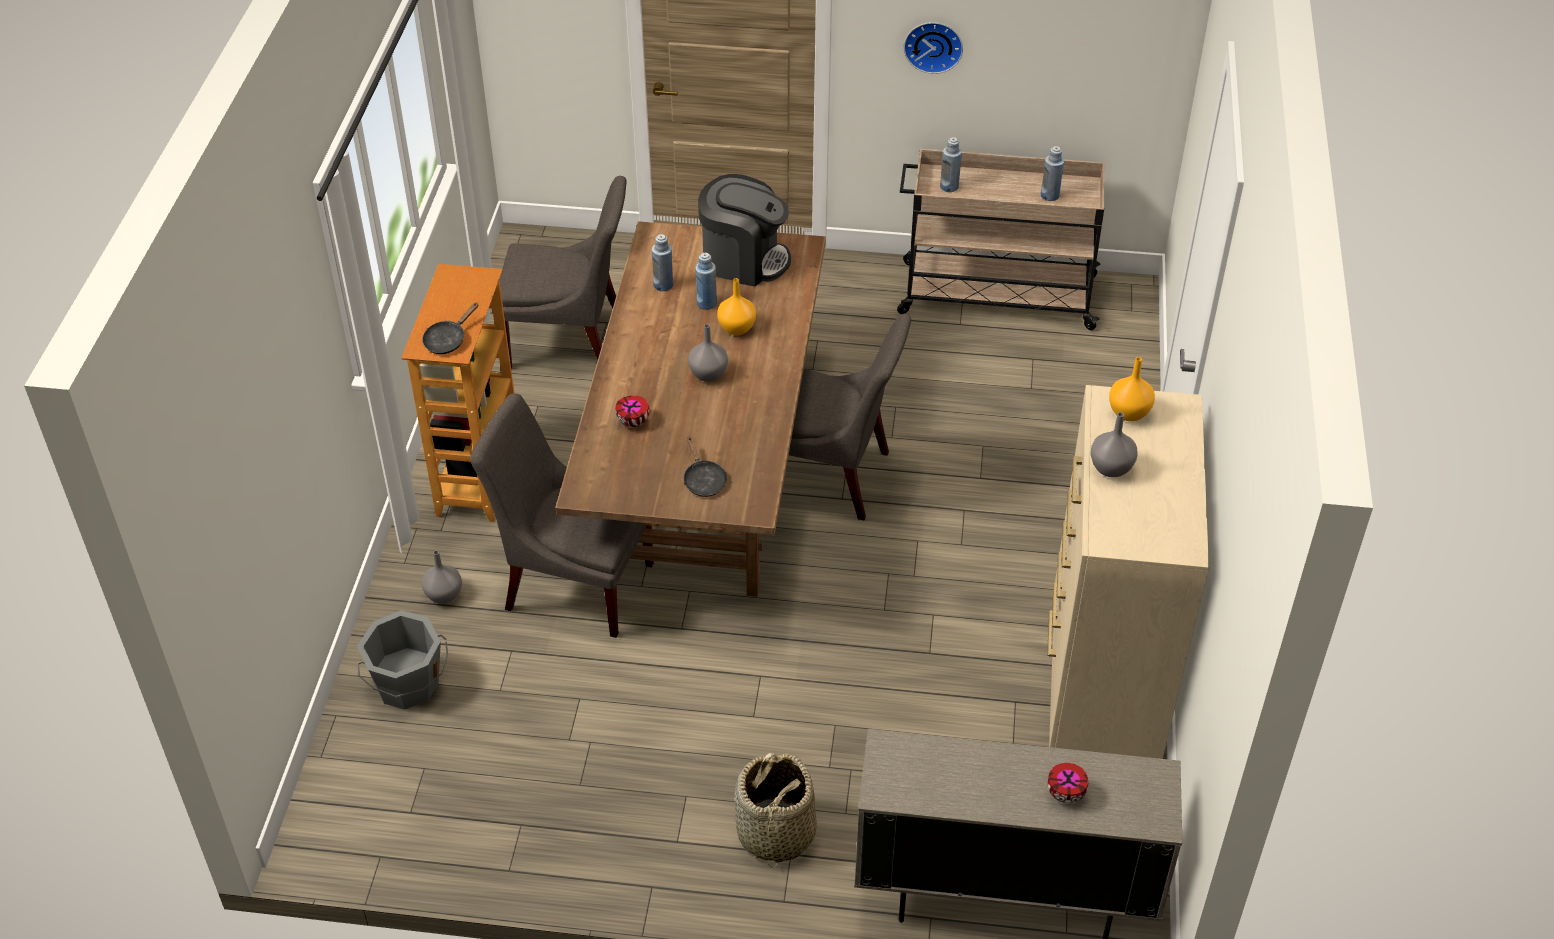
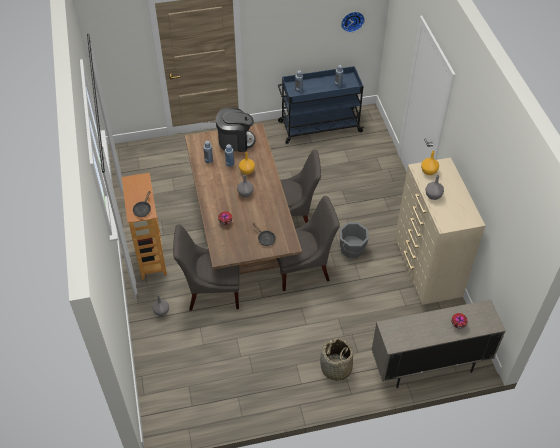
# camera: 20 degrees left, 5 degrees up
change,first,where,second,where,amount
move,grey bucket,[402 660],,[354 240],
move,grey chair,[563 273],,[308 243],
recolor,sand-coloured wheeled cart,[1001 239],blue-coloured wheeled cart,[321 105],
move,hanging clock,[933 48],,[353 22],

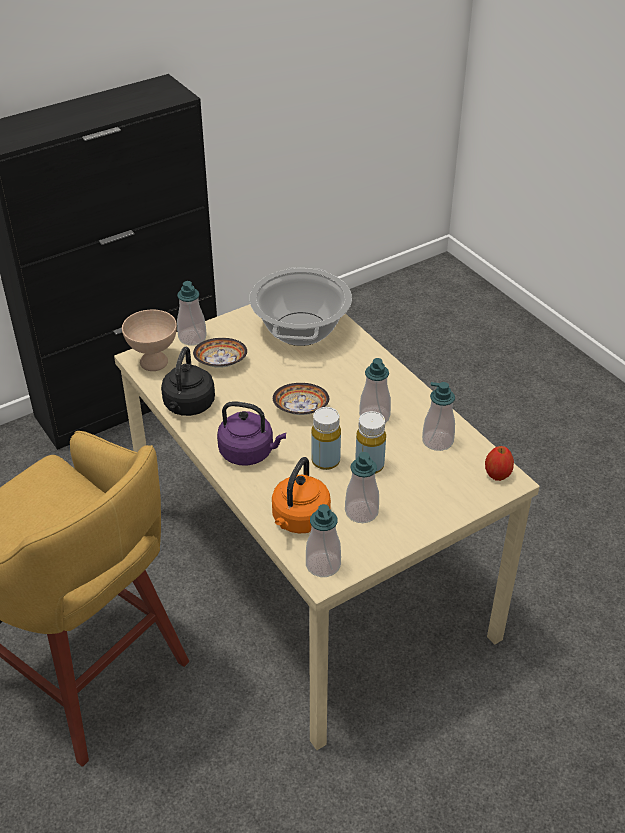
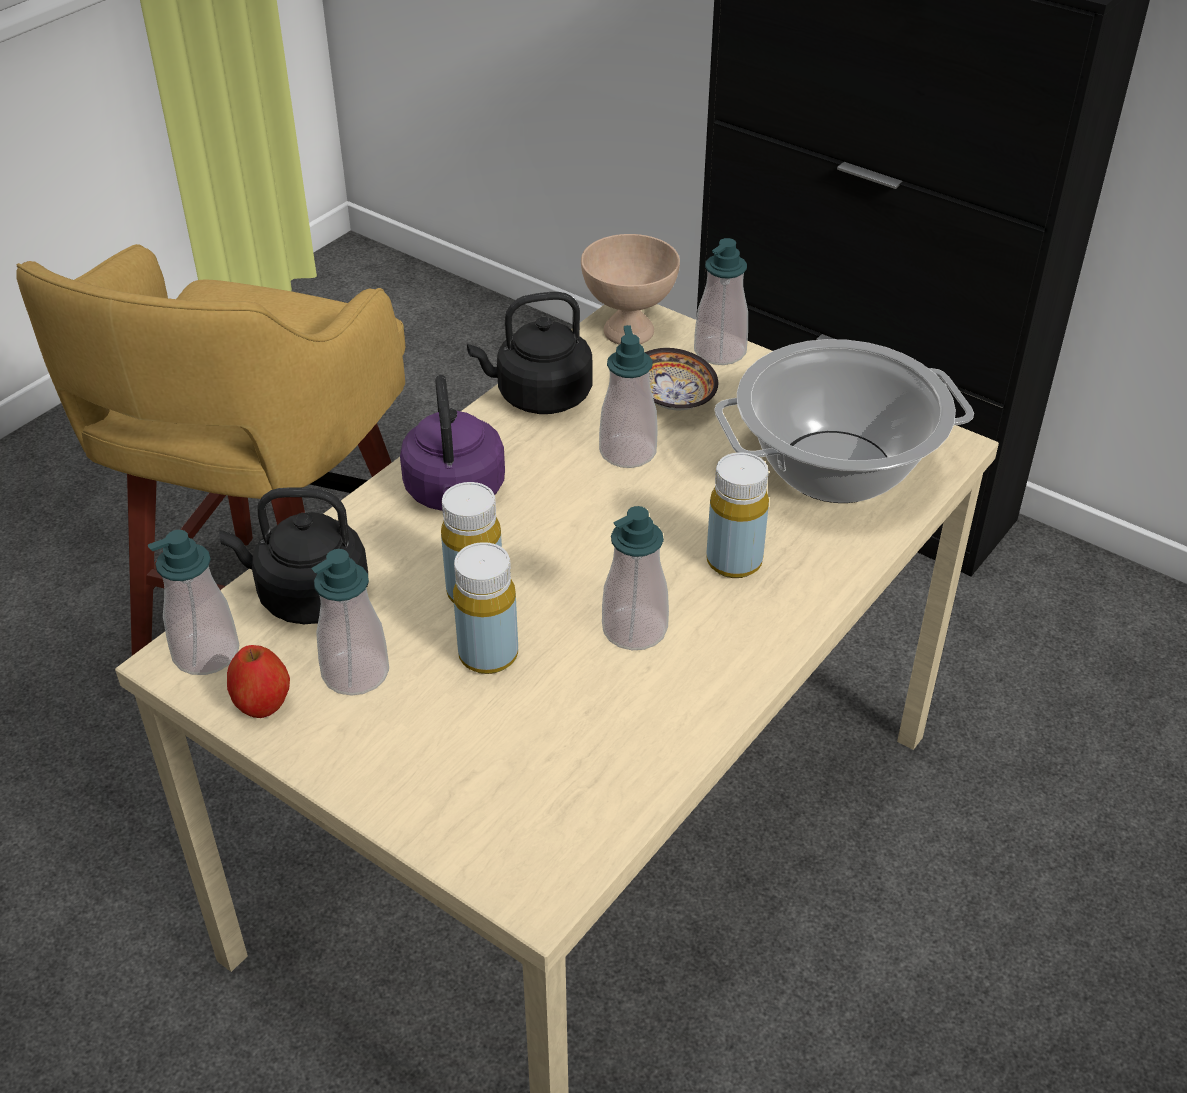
# camera: 70 degrees right, 0 degrees up
change,first,where,second,where,amount
delete,deep dish,[300 399],,,
recolor,orange kettle,[301 495],black-coloured kettle,[293 555],
move,soap dispenser,[438 416],,[628 396],
move,whole apple,[499 463],,[258 681],
insert,,,yellow-coloured beverage bottle,[737 515],

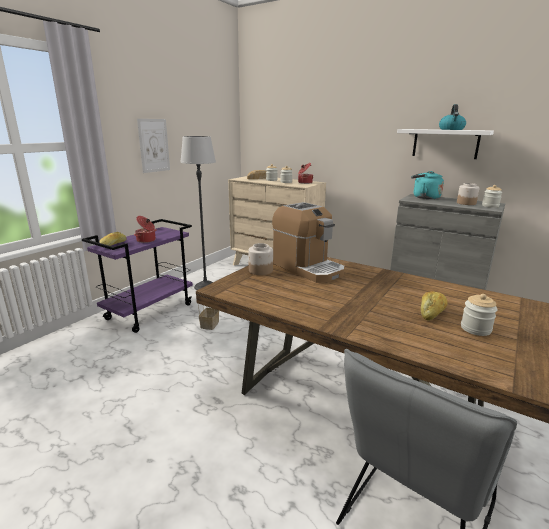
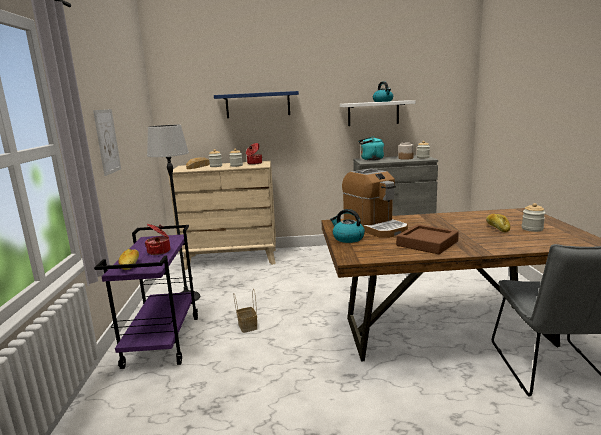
# camera: 35 degrees left, 5 degrees down
change,first,where,second,where,amount
replace,storage jar,[260 259],kettle,[347 226],
rotate,coffee brewer,[308 242],,[375 203],45 degrees clockwise
insert,,,blue-coloured shelf,[256 104],
insert,,,brownish serving tray,[427 239],

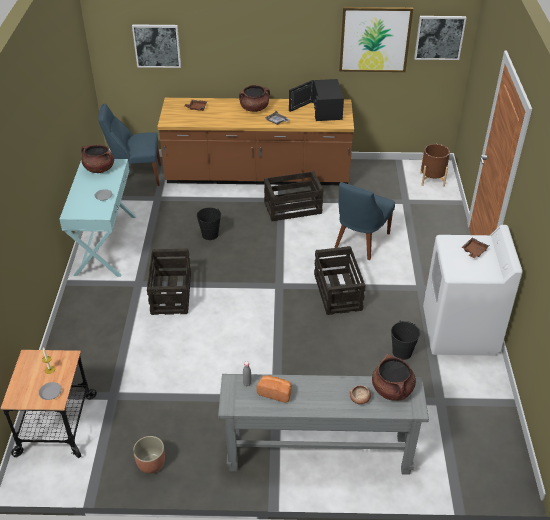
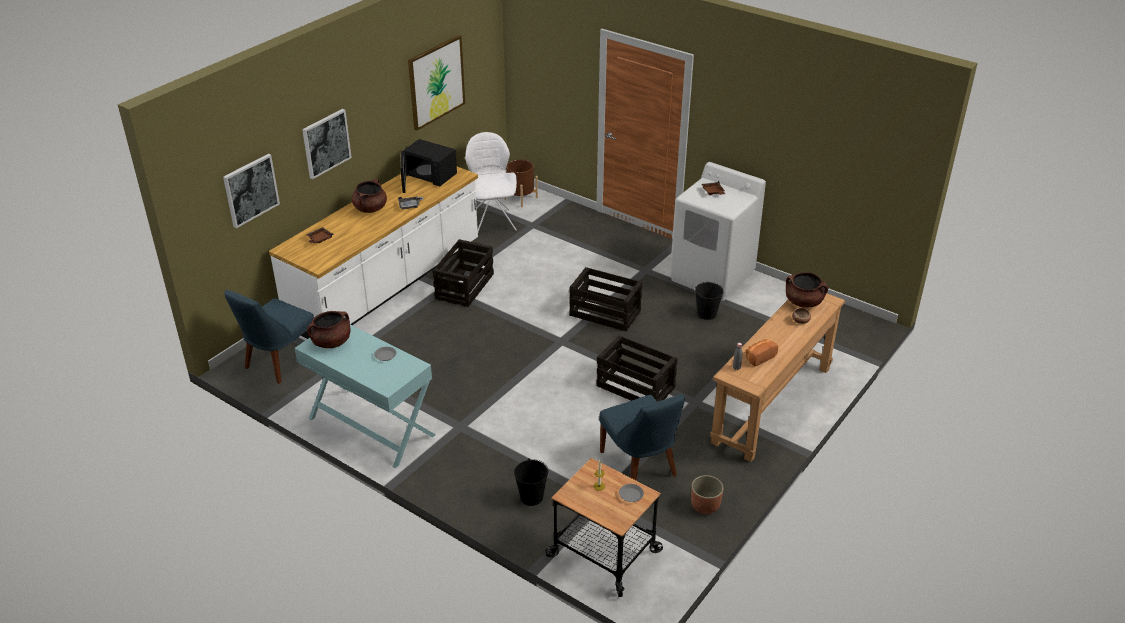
# camera: 55 degrees left, 5 degrees down
change,first,where,second,where,amount
move,packing crate,[169 281],,[637 368],
recolor,brownish counter,[255 141],white counter,[373 253],
move,black-coloured bucket,[209 223],,[531 482],
recolor,grey narrow table,[323 424],brownish narrow table,[777 377],
move,blue-coloured chair,[364 221],,[642 437],
move,wall picture,[440 38],,[327 144],
insert,,,white chair,[491 182],

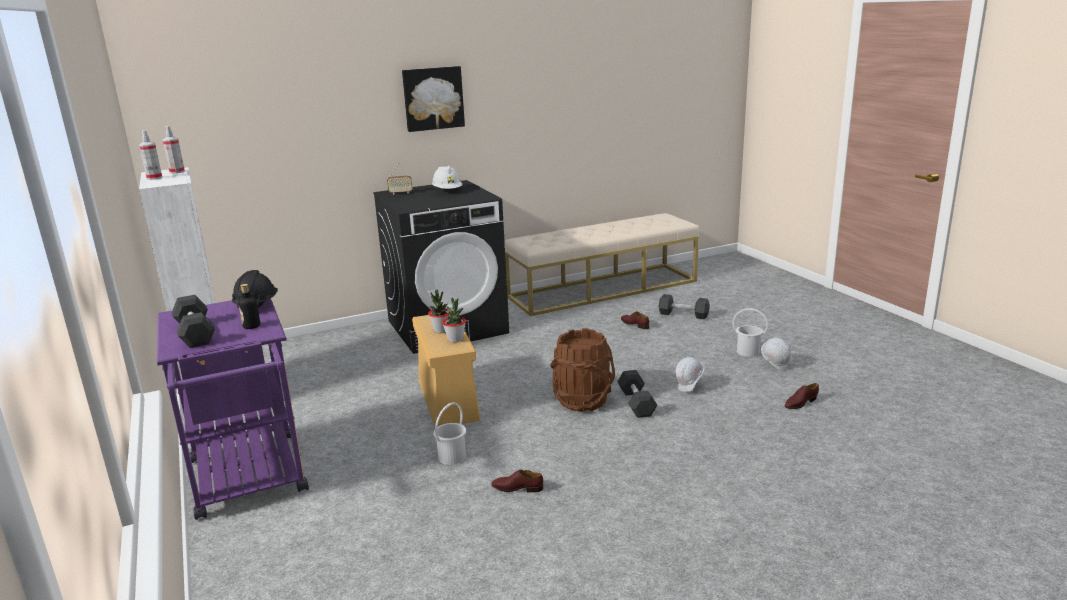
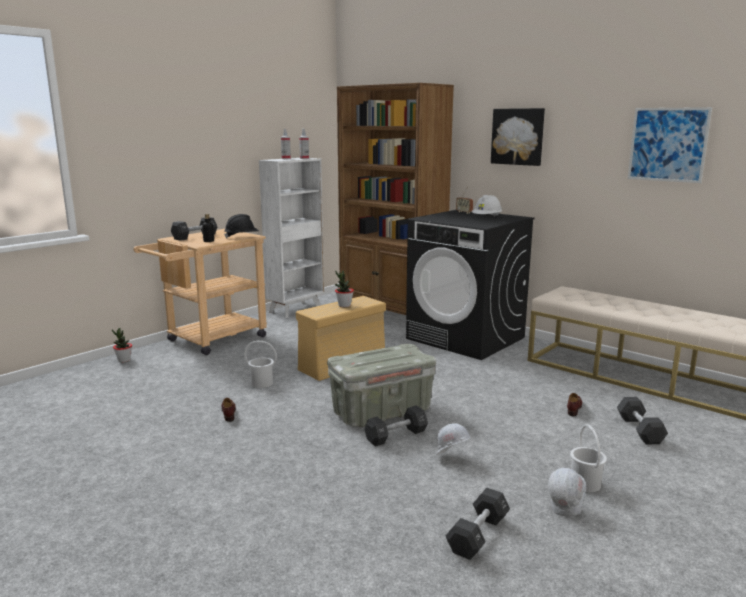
# camera: 65 degrees right, 5 degrees down
change,first,where,second,where,amount
recolor,purple wheeled cart,[233 409],sand-coloured wheeled cart,[200 292],
move,potted plant,[454 320],,[122 345],
replace,brownish bucket,[582 369],grey storage bin,[381 385],
replace,brownish item of footwear,[802 396],black-coloured free weight,[478 523],
insert,,,brownish shelving unit,[395 199],
insert,,,wall picture,[670 145],

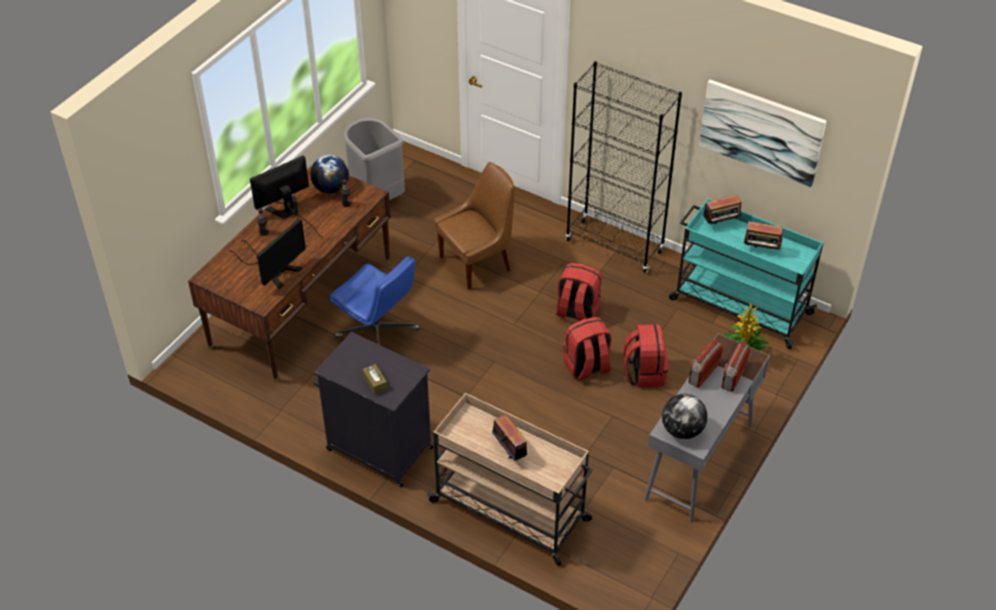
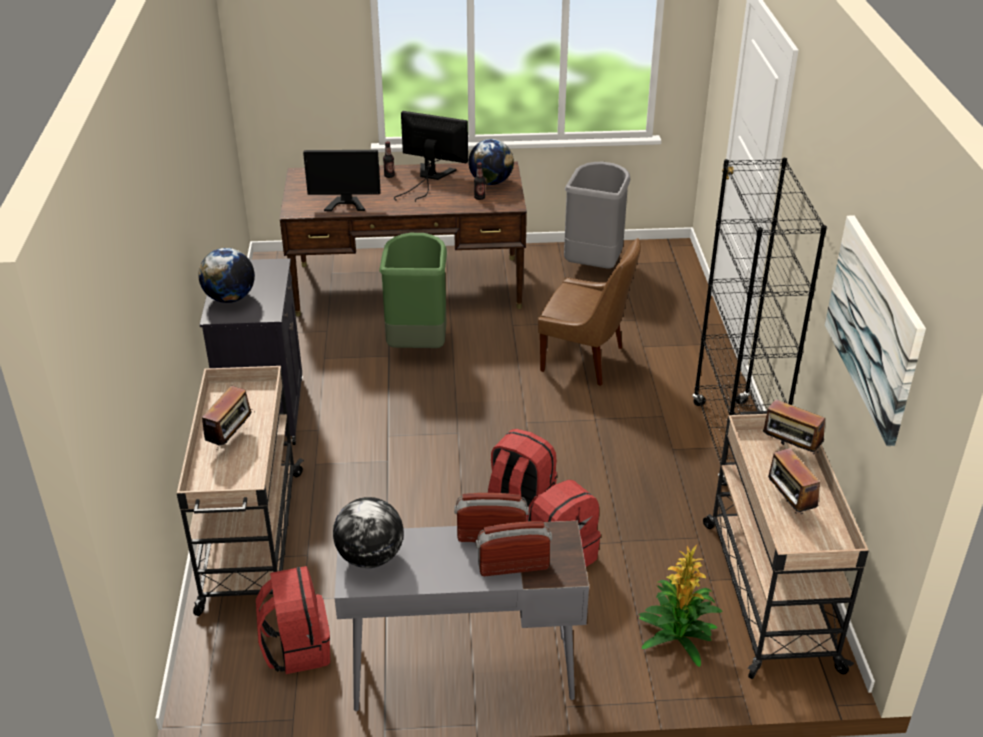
# camera: 55 degrees right, 10 degrees down
change,first,where,second,where,amount
replace,blue-coloured office chair,[375 300],green waste bin,[413 290],
replace,brownish tissue box,[375 379],globe,[226 275],
move,red rucksack,[579 292],,[293 620],
recolor,turquoise wheeled cart,[746 273],sand-coloured wheeled cart,[786 545],

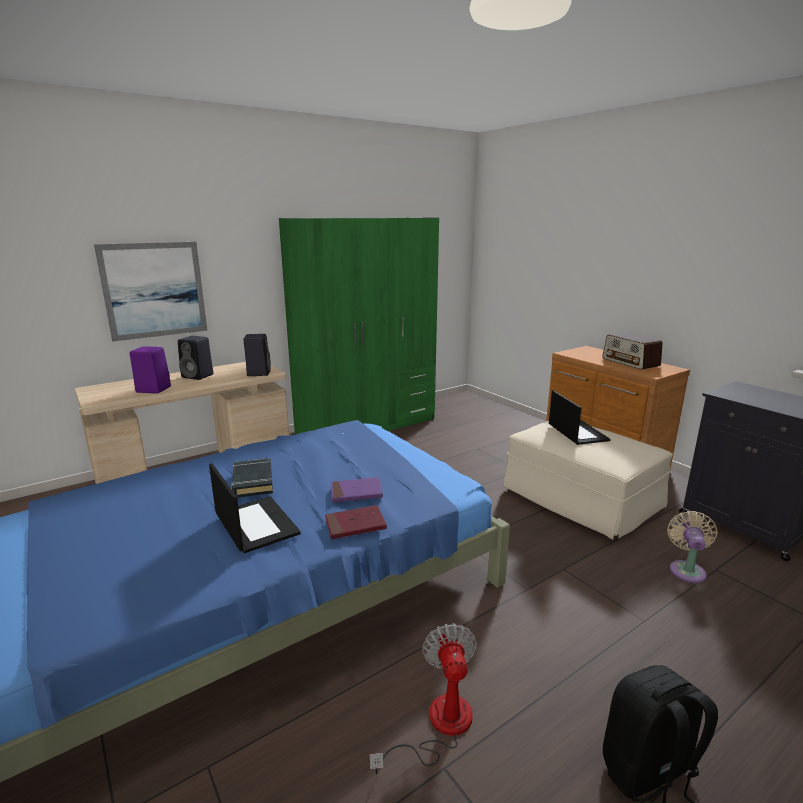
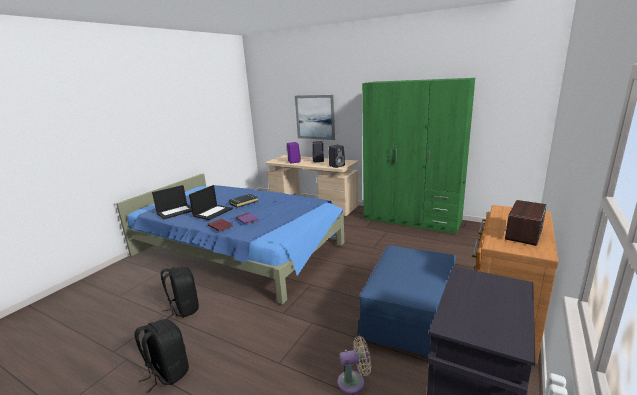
# camera: 65 degrees right, 0 degrees up
change,first,where,second,where,amount
replace,cooling fan,[423 698],black-coloured rucksack,[180 293],
recolor,sand-coloured pouffe,[588 480],blue-coloured pouffe,[406 301],
move,portable computer,[580 417],,[172 202],

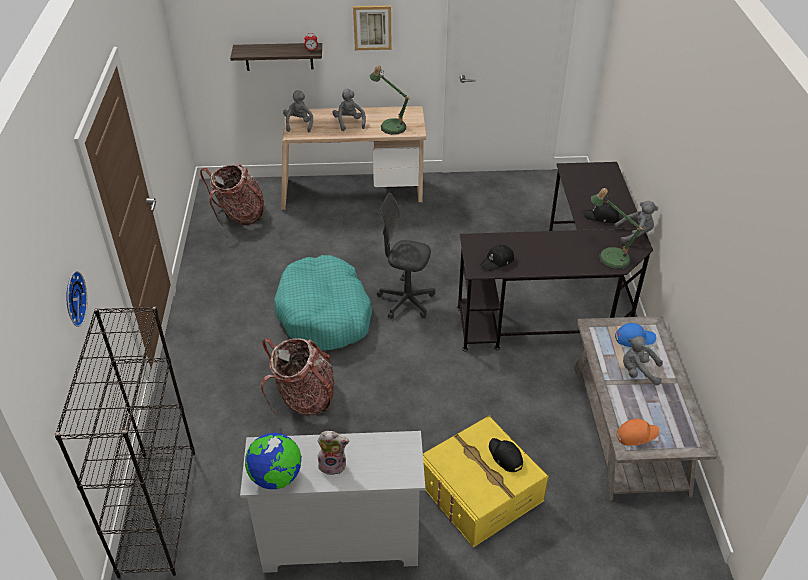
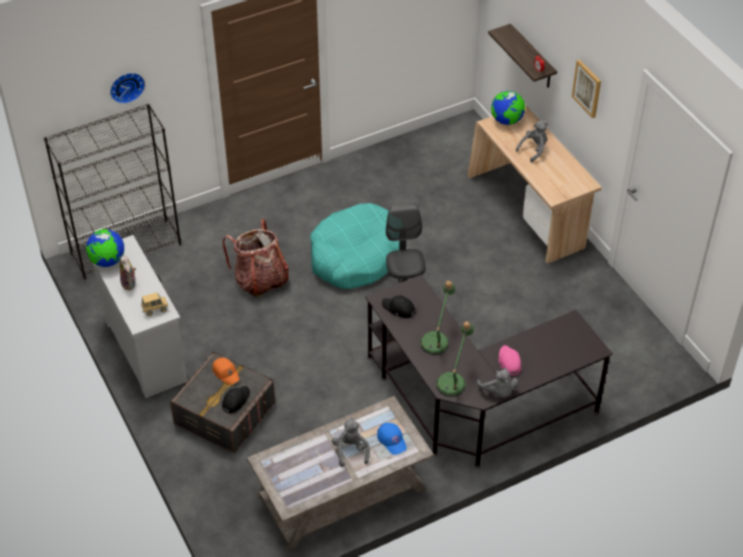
# camera: 65 degrees right, 5 degrees up
change,first,where,second,where,amount
delete,rucksack,[232 195],,,
replace,grey plush toy,[298 111],globe,[508 108],
move,table lamp,[390 100],,[438 318],
recolor,yellow-coloured storage bin,[486 481],grey storage bin,[222 403],
recolor,black-coloured baseball cap,[601 213],pink-coloured baseball cap,[509 360],
move,orange baseball cap,[637 432],,[226 371],
insert,,,toy truck,[154 304],

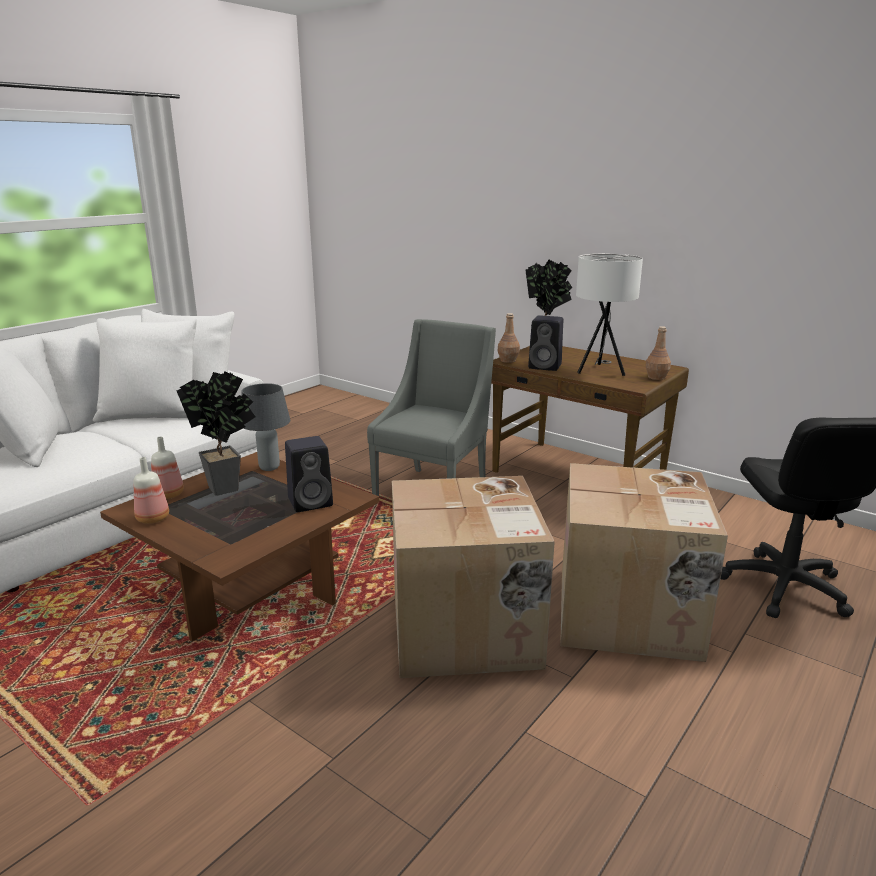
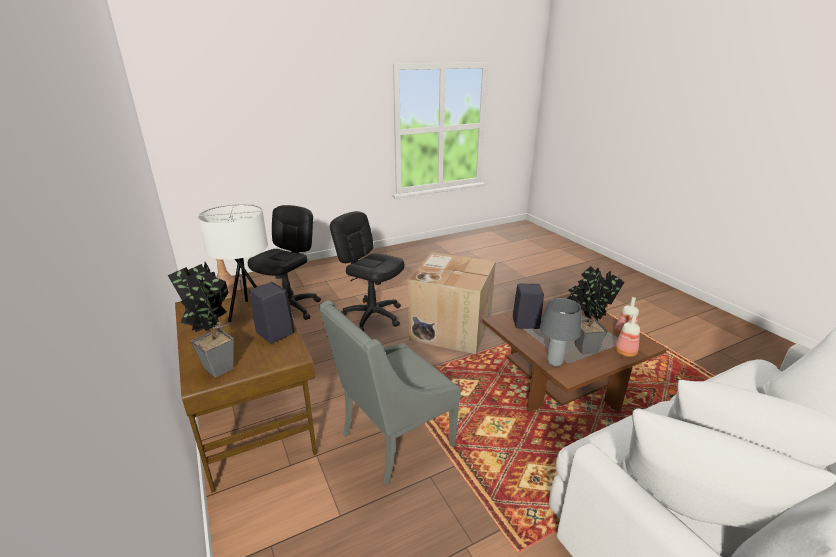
# camera: 155 degrees left, 5 degrees up
change,first,where,second,where,amount
delete,brownish beverage bottle,[509 338],,,
replace,cardboard box,[644 562],black-coloured office chair,[367 271],

